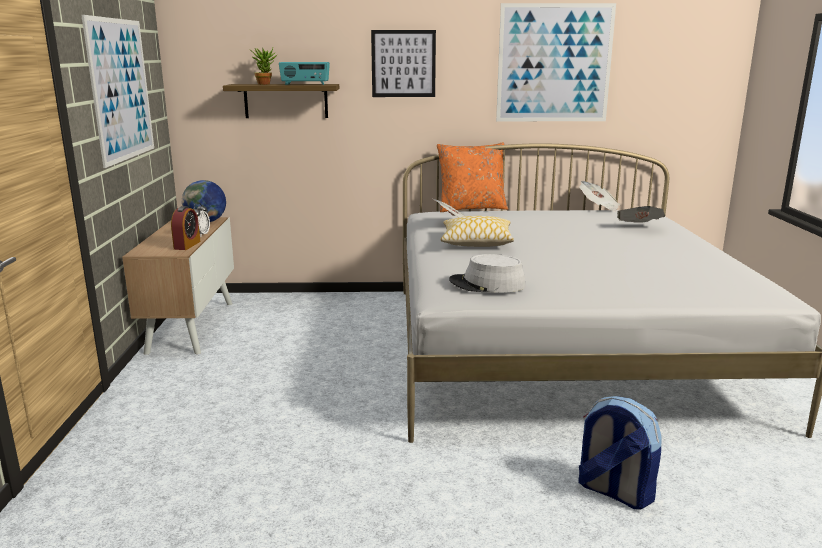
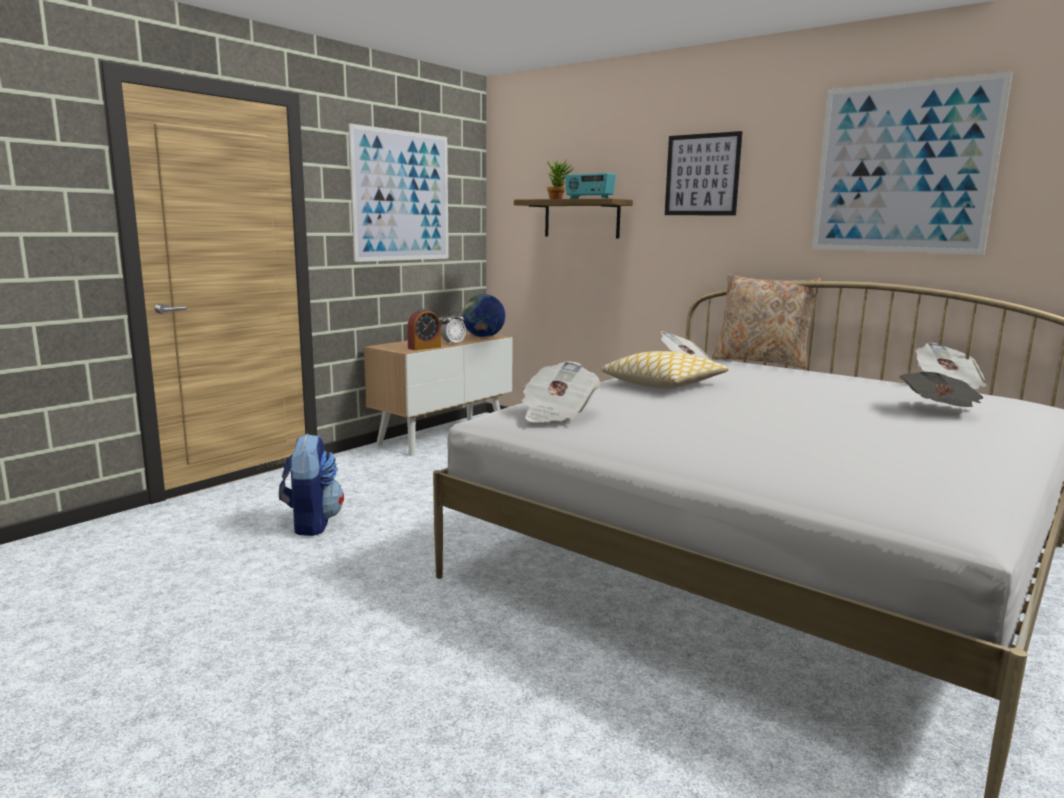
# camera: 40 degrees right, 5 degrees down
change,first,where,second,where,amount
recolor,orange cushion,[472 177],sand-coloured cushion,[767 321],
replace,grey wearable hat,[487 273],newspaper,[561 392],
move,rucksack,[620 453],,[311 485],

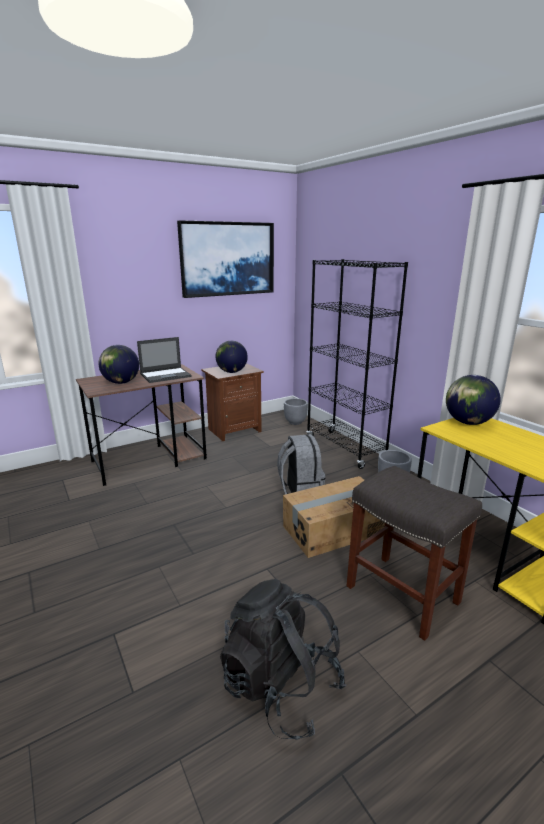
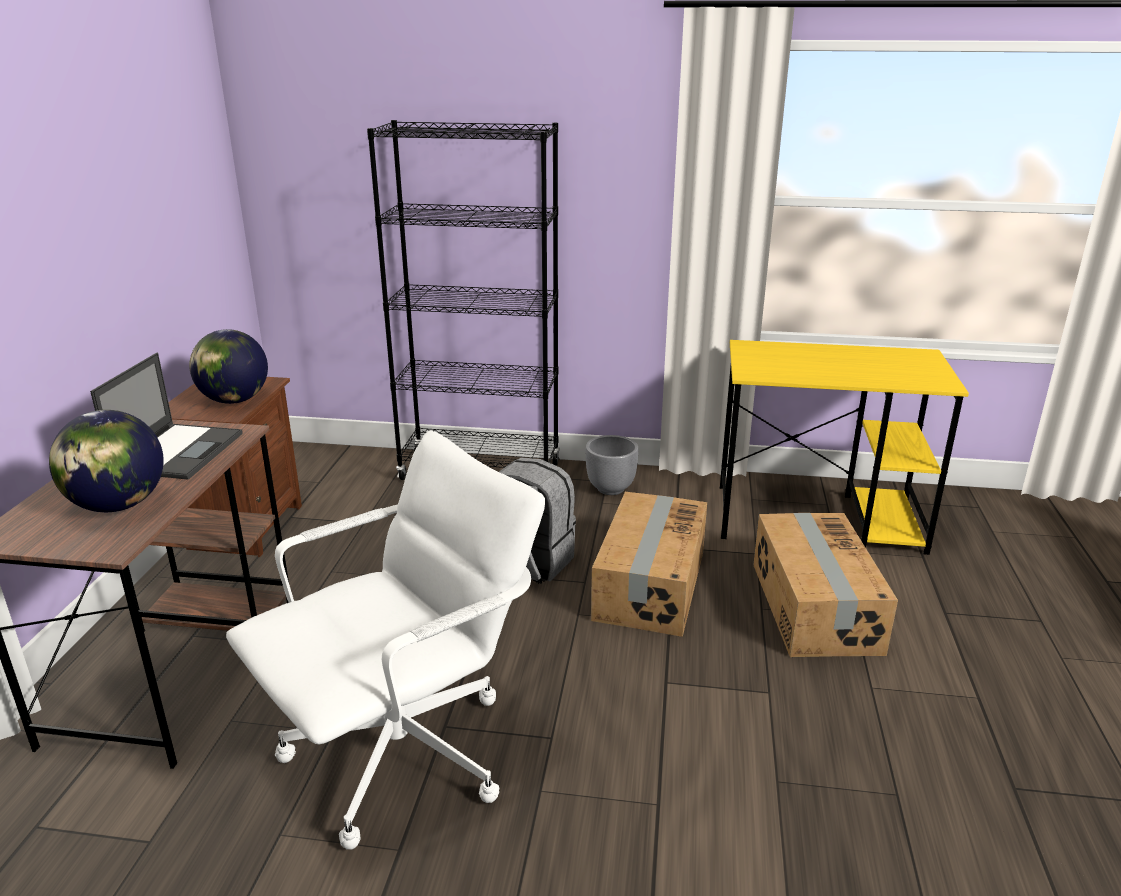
# camera: 50 degrees left, 5 degrees up
change,first,where,second,where,amount
delete,wall picture,[225 259],,,
delete,black-coloured rucksack,[283 659],,,
delete,grey plant pot,[296 411],,,
replace,grey stool seat,[414 553],cardboard box,[825 585],
delete,globe,[473 400],,,
insert,,,white office chair,[385 640],

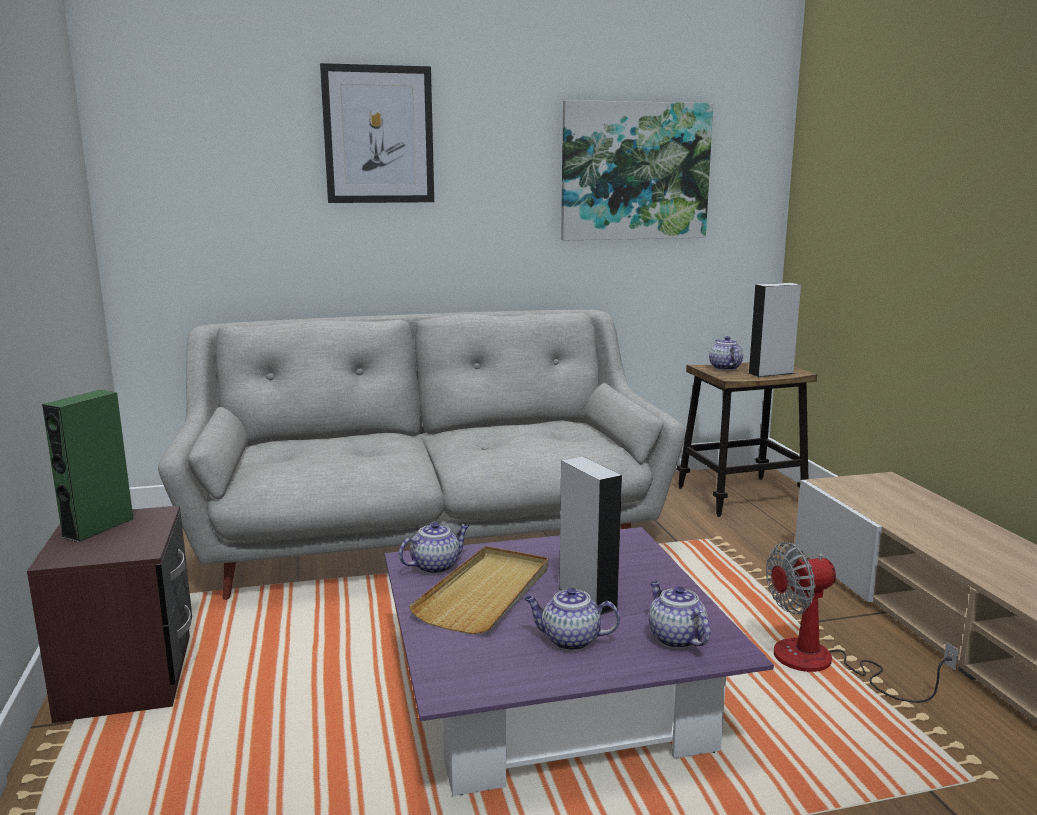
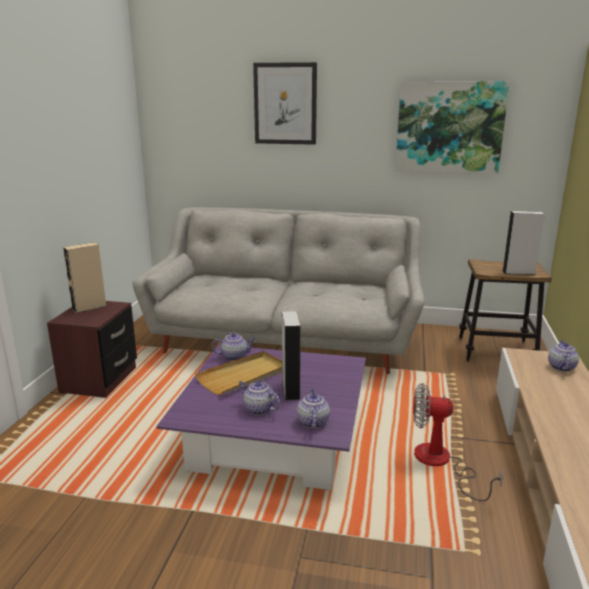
# camera: 25 degrees right, 5 degrees up
change,first,where,second,where,amount
recolor,green audio speaker,[88 466],sand-coloured audio speaker,[84 277],
move,pot for tea,[726 353],,[563 356],

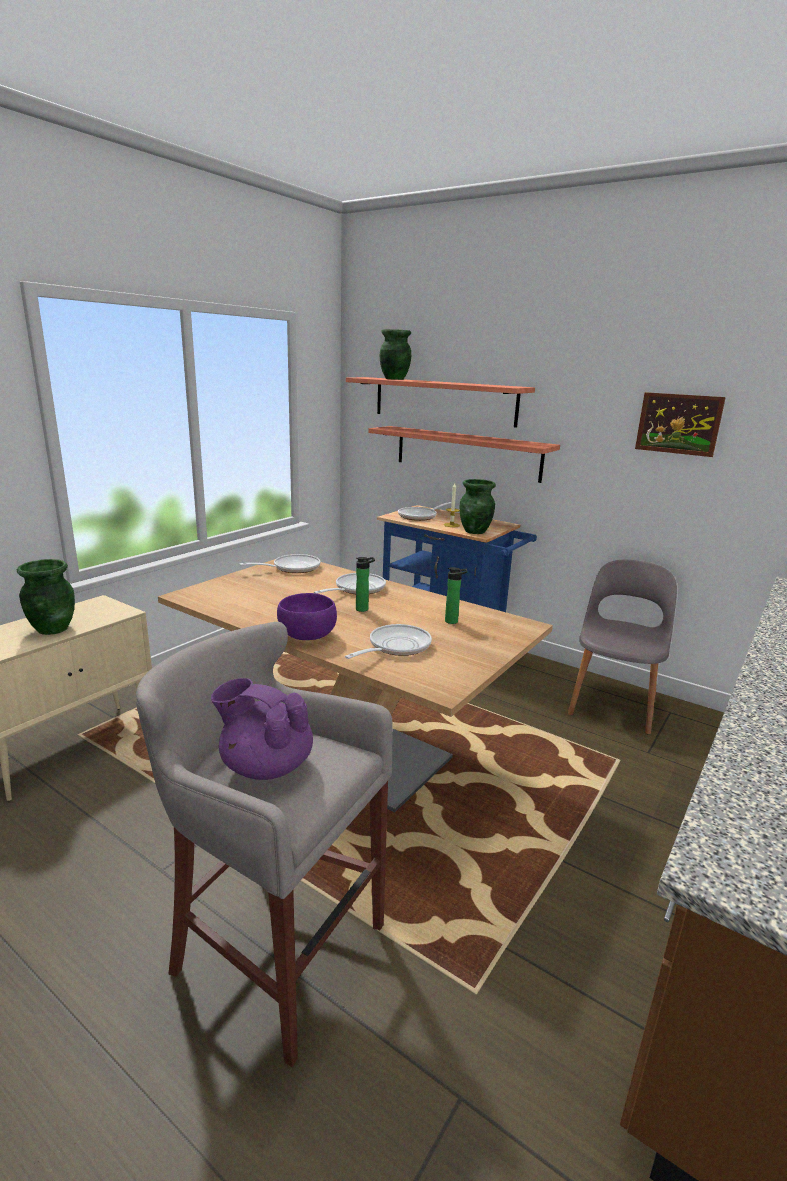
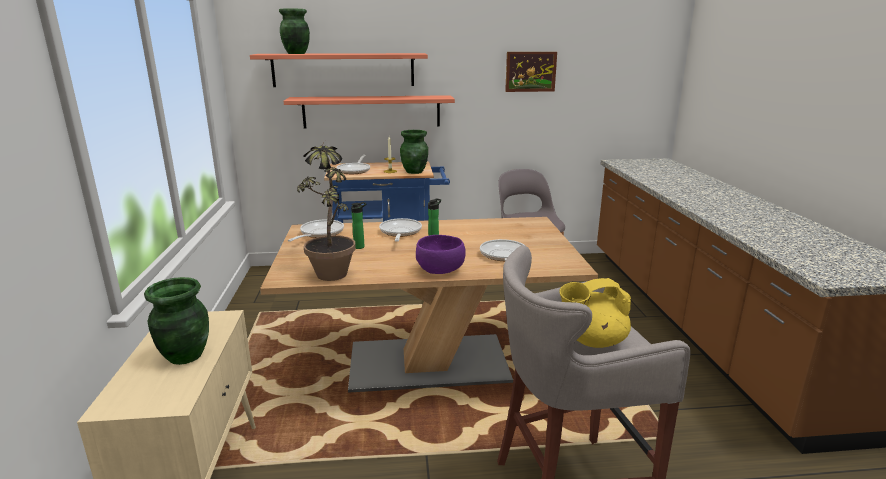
# camera: 40 degrees left, 0 degrees up
change,first,where,second,where,amount
recolor,purple pot for tea,[262 729],yellow-coloured pot for tea,[595 313],
move,beverage bottle,[456 595],,[359 225],
insert,,,potted plant,[326 211],

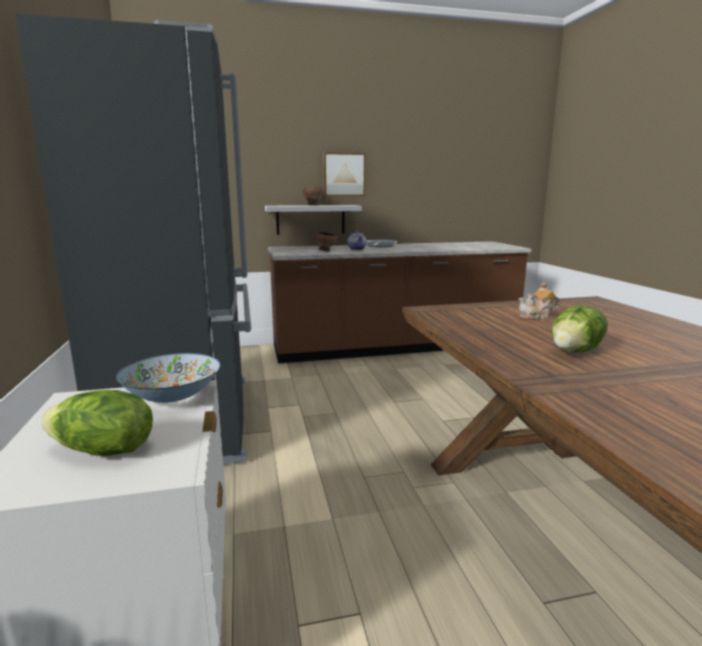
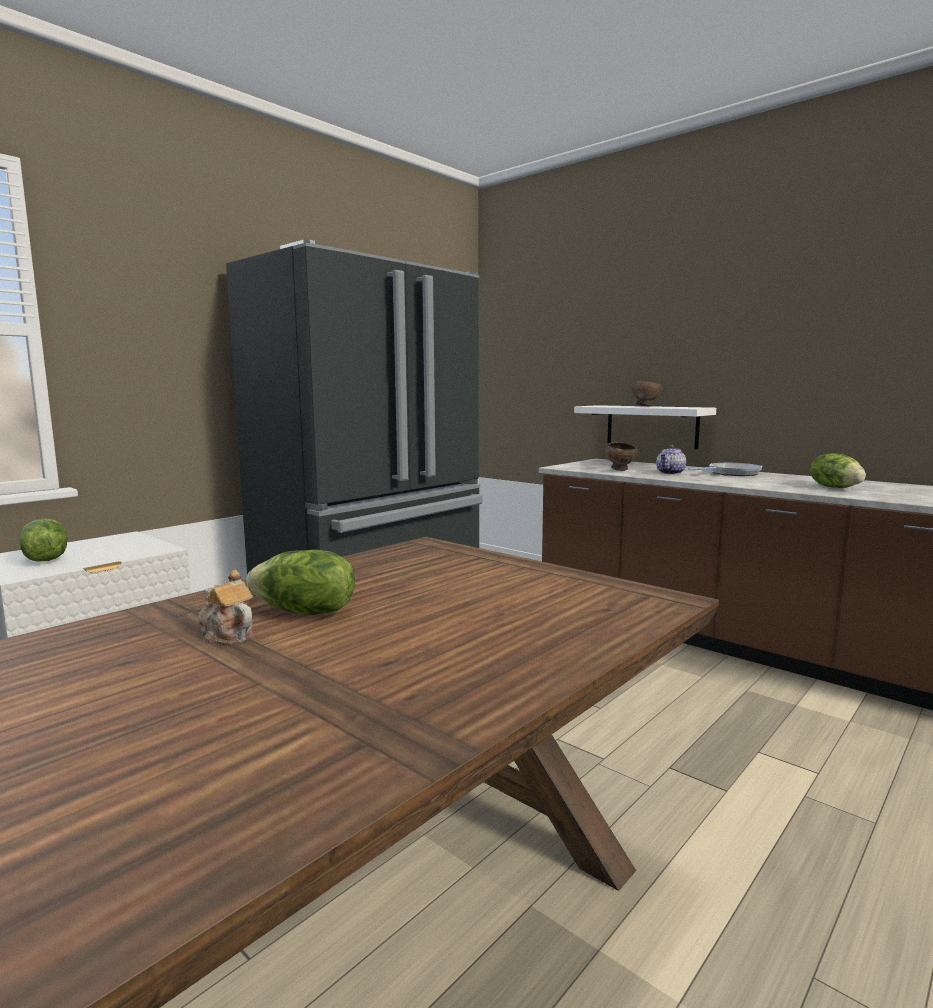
# camera: 55 degrees right, 5 degrees down
change,first,where,second,where,amount
delete,deep dish,[167 378],,,
delete,wall picture,[344 174],,,
move,pot for tea,[539 301],,[226 607],
insert,,,lettuce,[838 470],

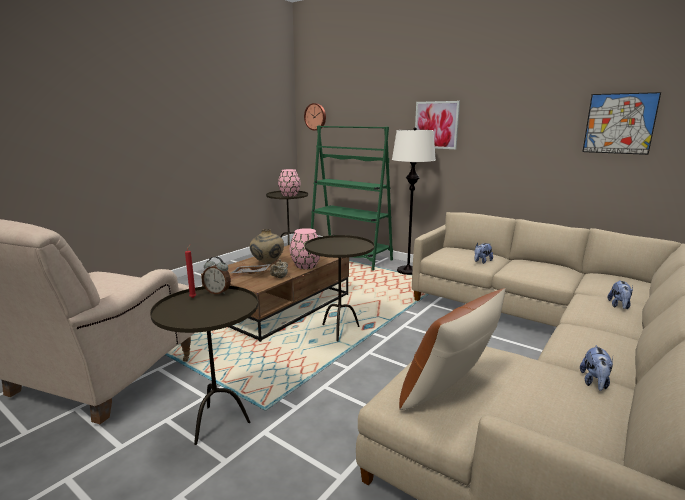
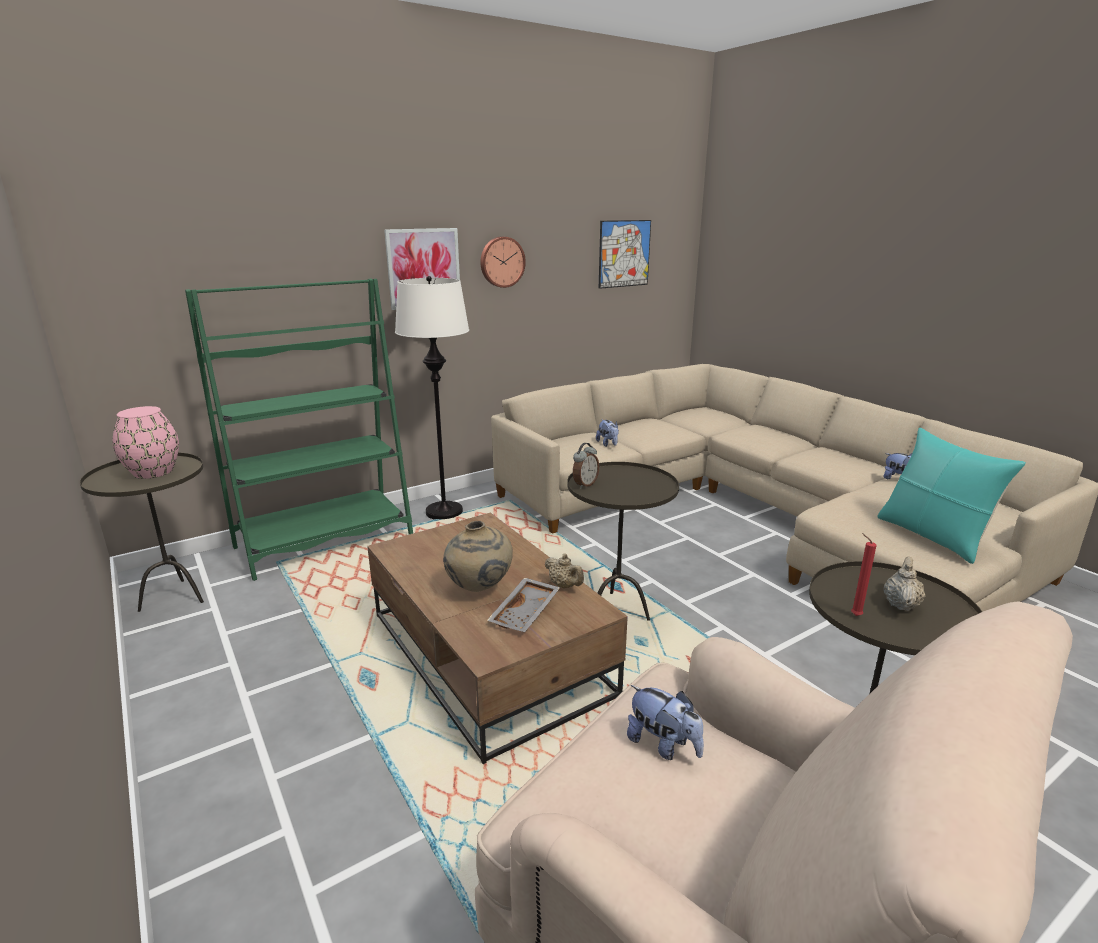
# camera: 70 degrees left, 5 degrees up
change,first,where,second,where,amount
move,alarm clock,[216 275],,[586 466],
delete,pink-coloured decorative vase,[305 248],,,
move,hanging clock,[315 116],,[503 262],
recolor,brownish cushion,[452 349],turquoise cushion,[952 496],
move,plush toy,[620 294],,[665 722],
insert,,,sand-coloured pot for tea,[904 584],

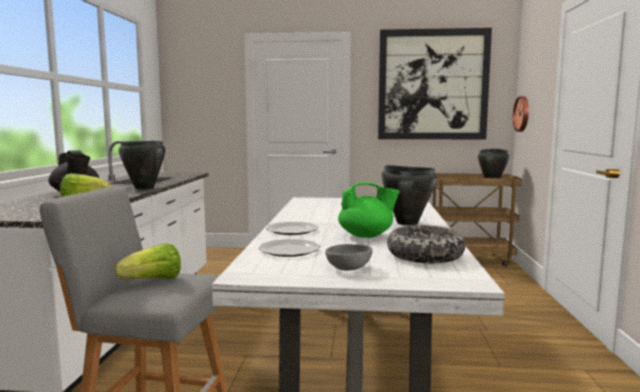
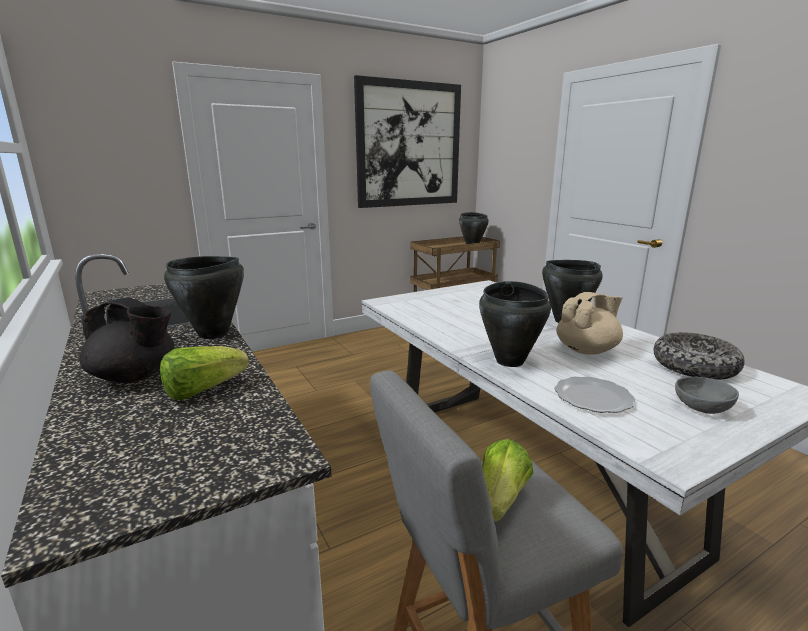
# camera: 35 degrees left, 10 degrees up
change,first,where,second,where,amount
replace,dinner plate,[292 228],black-coloured saucepot,[515 324],
recolor,green pot for tea,[369 210],sand-coloured pot for tea,[590 323],
delete,hanging clock,[521 114],,,

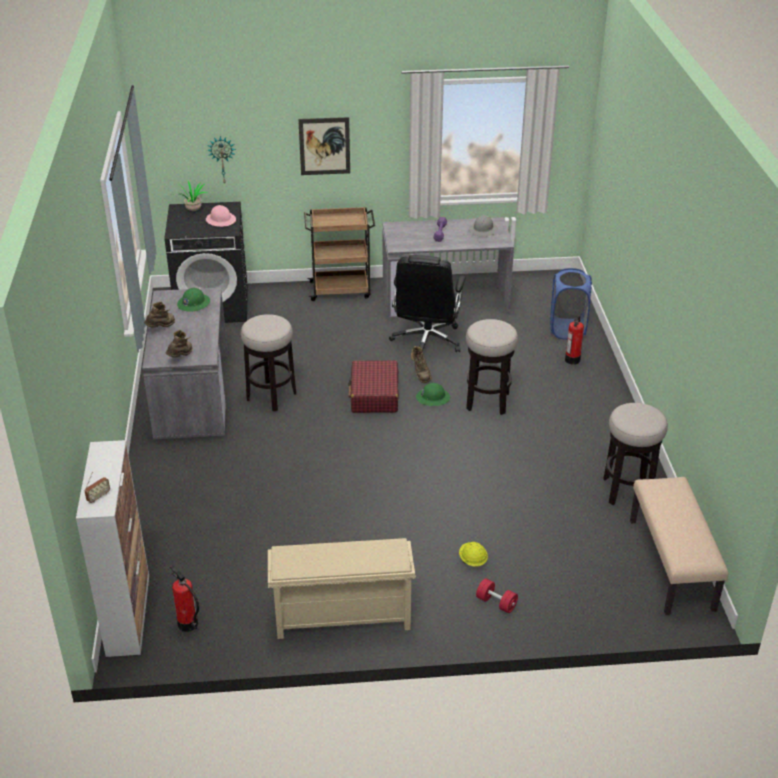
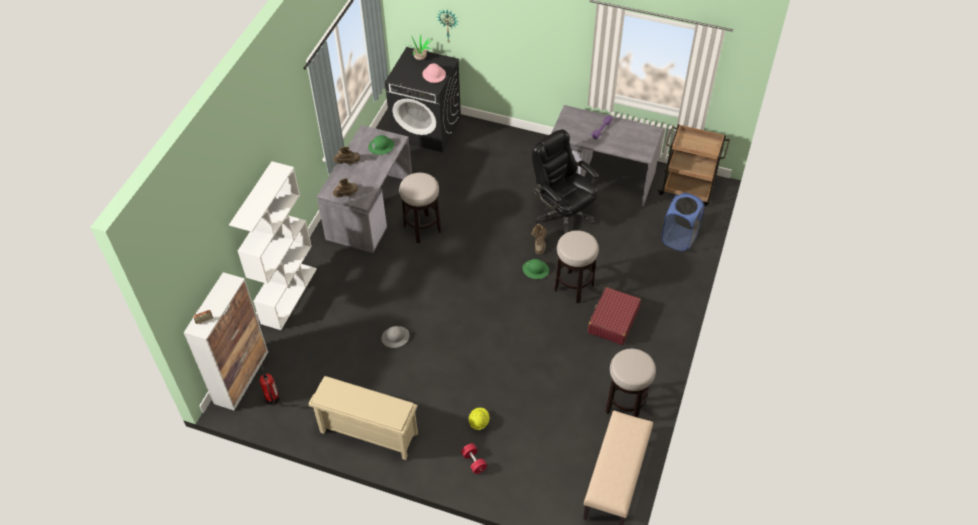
# camera: 25 degrees right, 15 degrees up
change,first,where,second,where,amount
delete,wall picture,[324 146],,,
move,brownish wheeled cart,[339 254],,[694 165],
move,red travel case,[373 386],,[614 316],
rotate,black-coloured office chair,[427 303],,[565 182],105 degrees clockwise
move,grey hard hat,[483 225],,[396 337],
delete,fire-fighting cylinder,[574 340],,,
insert,,,white shelving unit,[273 245],

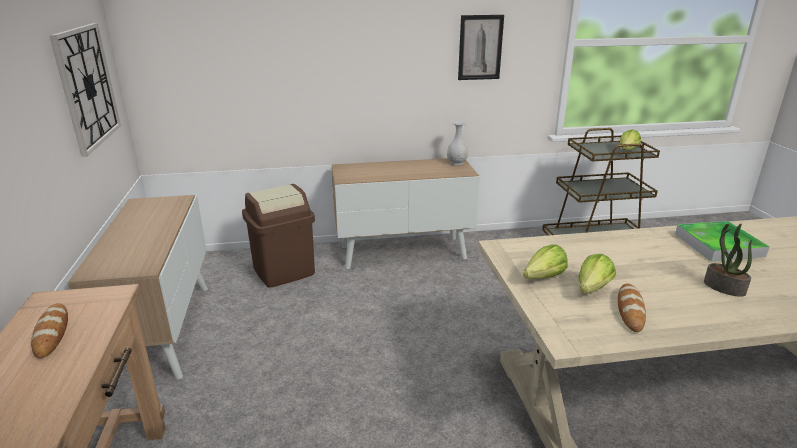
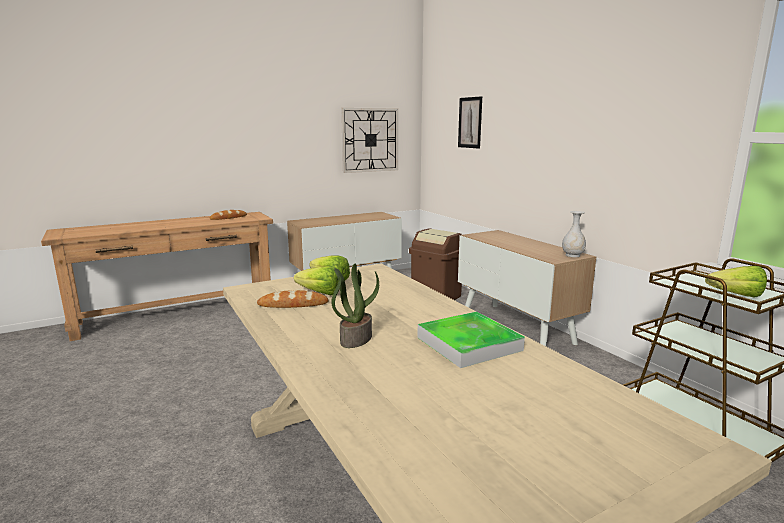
# camera: 70 degrees right, 10 degrees down
change,first,where,second,where,amount
move,wall picture,[481 47],,[470 122],

